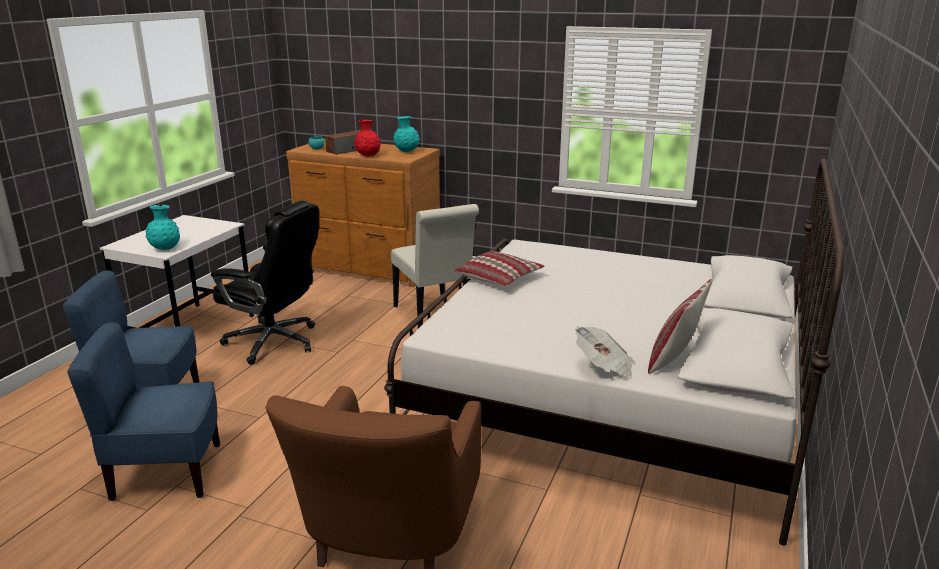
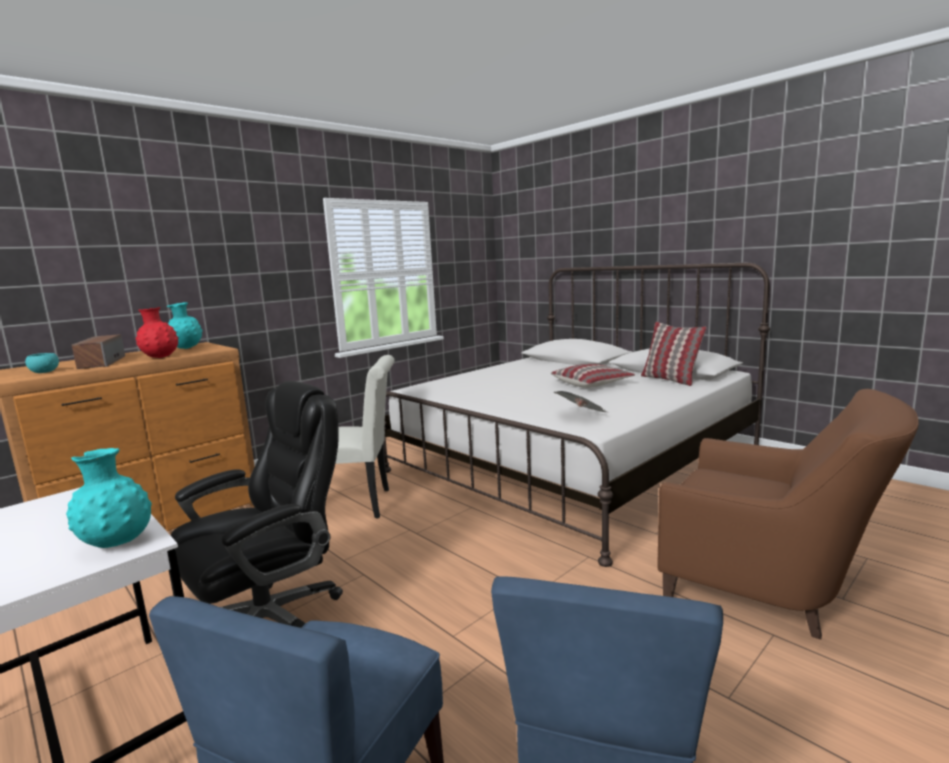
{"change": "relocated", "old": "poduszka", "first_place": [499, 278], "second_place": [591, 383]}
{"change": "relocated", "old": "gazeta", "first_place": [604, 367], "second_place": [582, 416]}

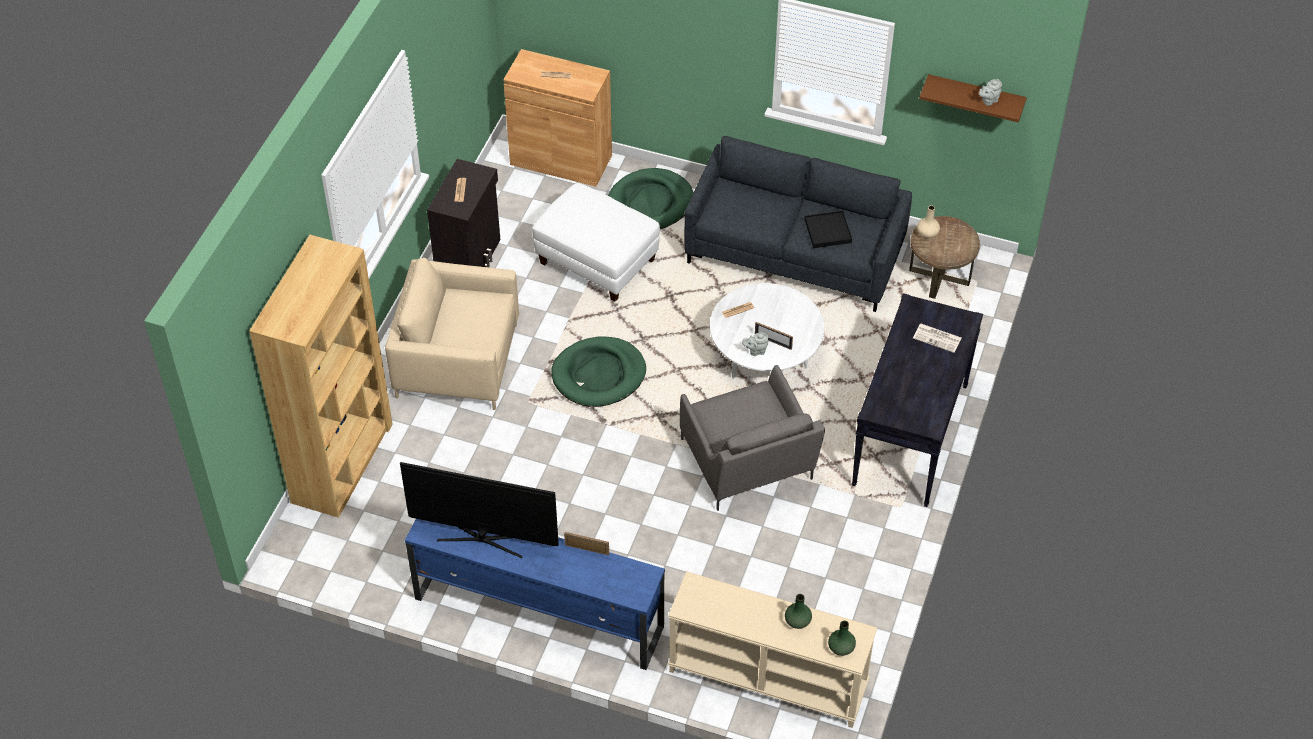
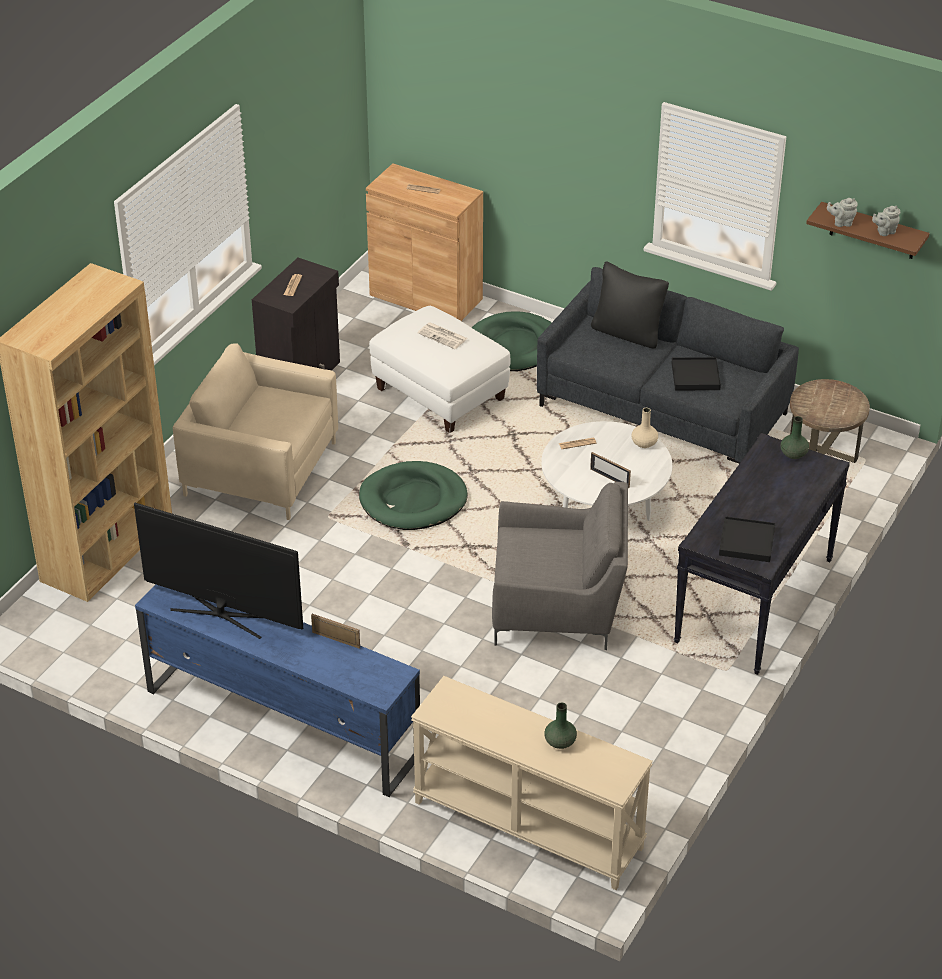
{"change": "relocated", "old": "gazeta", "first_place": [938, 338], "second_place": [443, 336]}
{"change": "spun", "old": "fotel (szary)", "first_place": [748, 464], "second_place": [559, 606], "degrees": -75}
{"change": "appeared", "new": "poduszka (czarny)", "second_place": [628, 333]}
{"change": "relocated", "old": "wazon (beżowy)", "first_place": [927, 233], "second_place": [644, 443]}
{"change": "appeared", "new": "taca (czarny)", "second_place": [746, 542]}
{"change": "relocated", "old": "wazon (zielony)", "first_place": [841, 648], "second_place": [794, 454]}
{"change": "relocated", "old": "imbryk (szary)", "first_place": [756, 351], "second_place": [841, 223]}

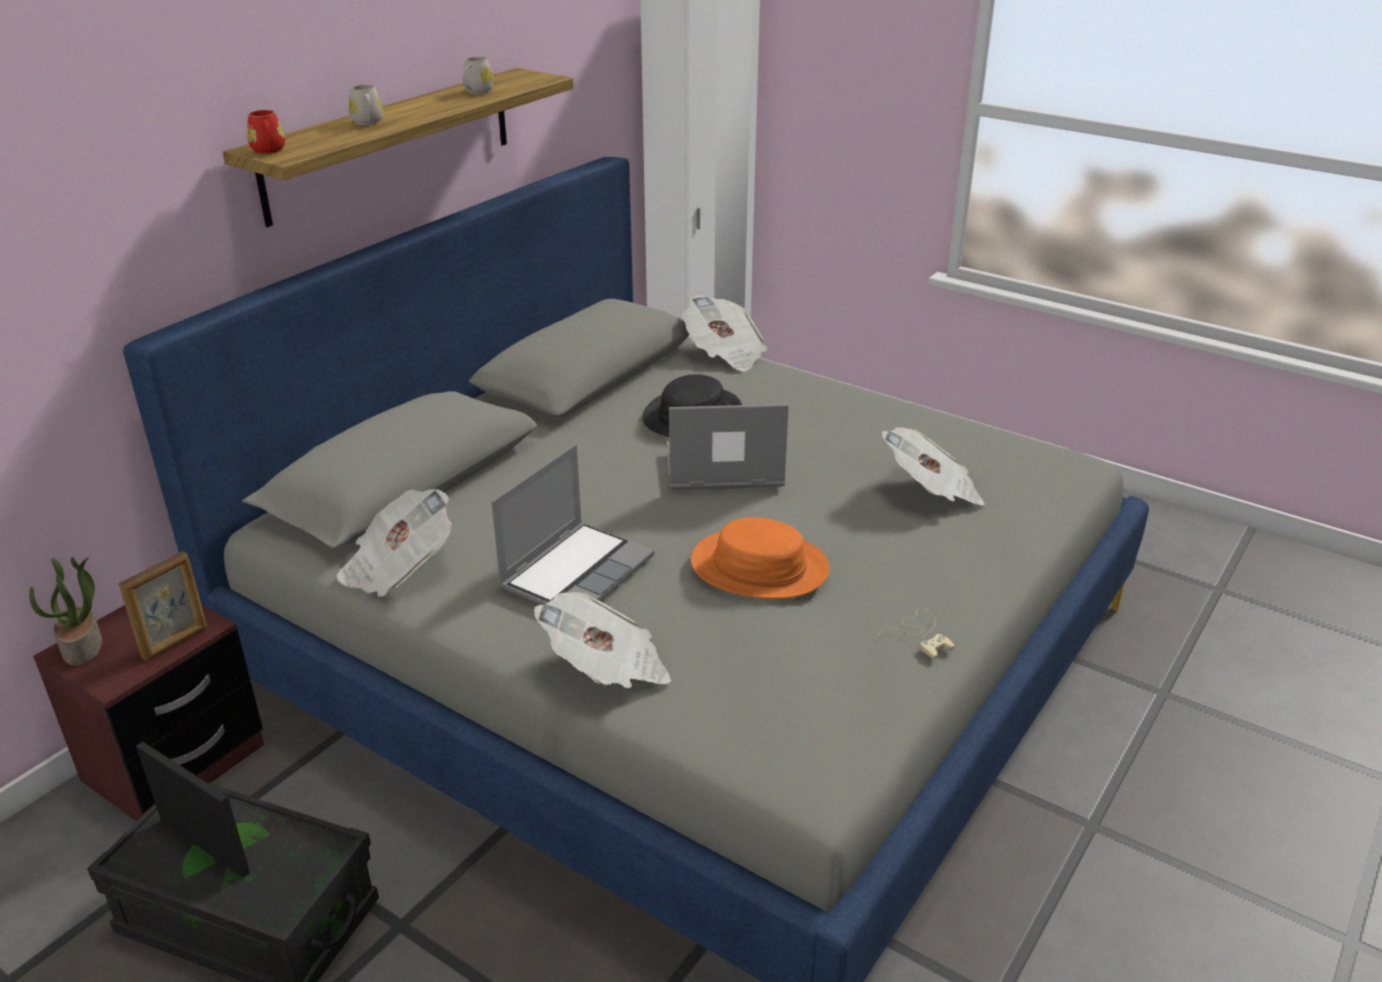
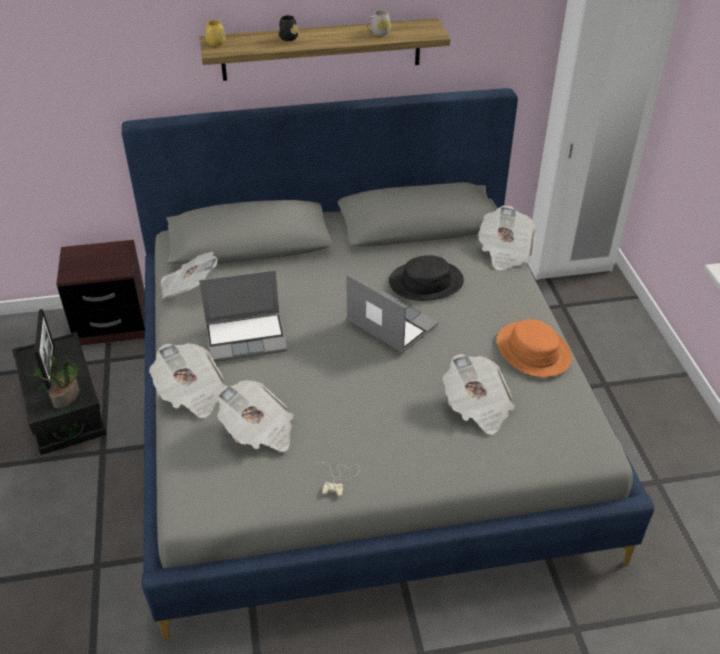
{"change": "relocated", "old": "roślina doniczkowa", "first_place": [83, 647], "second_place": [66, 397]}
{"change": "colour", "old": "kubek (czerwony)", "new": "kubek (żółty)", "first_place": [269, 151], "second_place": [214, 44]}
{"change": "appeared", "new": "gazeta", "second_place": [258, 431]}
{"change": "colour", "old": "kubek (biały)", "new": "kubek (czarny)", "first_place": [368, 123], "second_place": [287, 39]}
{"change": "relocated", "old": "kapelusz (pomarańczowy)", "first_place": [759, 567], "second_place": [533, 350]}
{"change": "missing", "old": "ramka na zdjęcie", "first_place": [175, 642]}

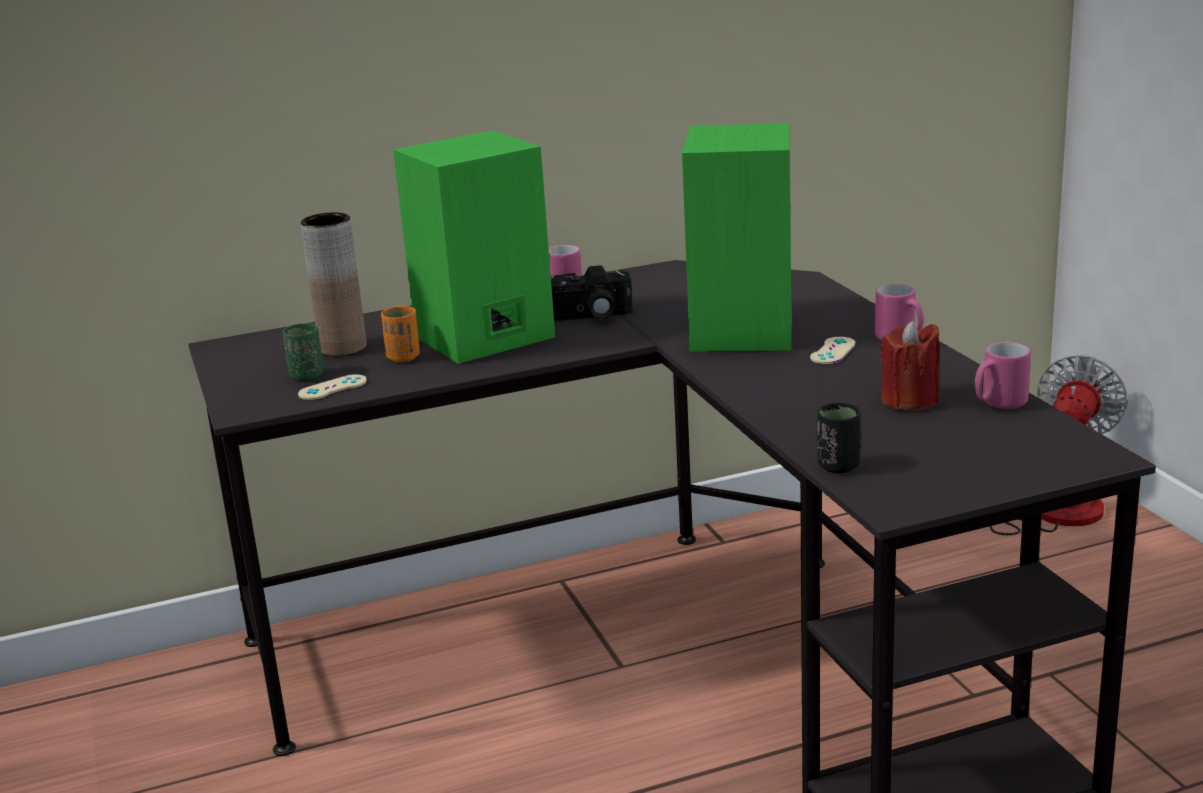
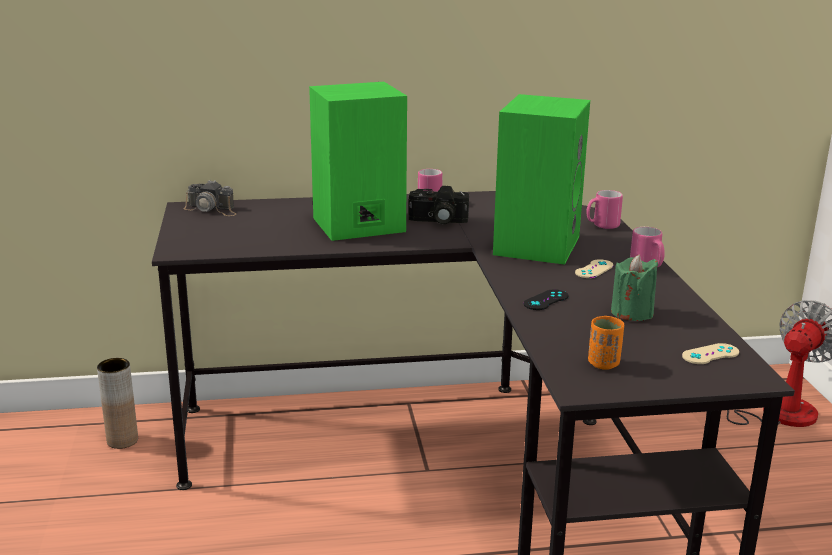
{"change": "relocated", "old": "wazon (brązowy)", "first_place": [343, 348], "second_place": [122, 440]}
{"change": "appeared", "new": "aparat fotograficzny", "second_place": [212, 209]}
{"change": "appeared", "new": "pad do gier (czarny)", "second_place": [546, 300]}
{"change": "relocated", "old": "kubek (różowy)", "first_place": [998, 404], "second_place": [602, 226]}
{"change": "relocated", "old": "filiżanka (pomarańczowy)", "first_place": [403, 357], "second_place": [603, 364]}
{"change": "colour", "old": "świeca (czerwony)", "new": "świeca (zielony)", "first_place": [909, 400], "second_place": [632, 313]}
{"change": "relocated", "old": "pad do gier (beżowy)", "first_place": [332, 388], "second_place": [710, 354]}
{"change": "missing", "old": "filiżanka (zielony)", "first_place": [307, 376]}
{"change": "missing", "old": "filiżanka (czarny)", "first_place": [838, 466]}

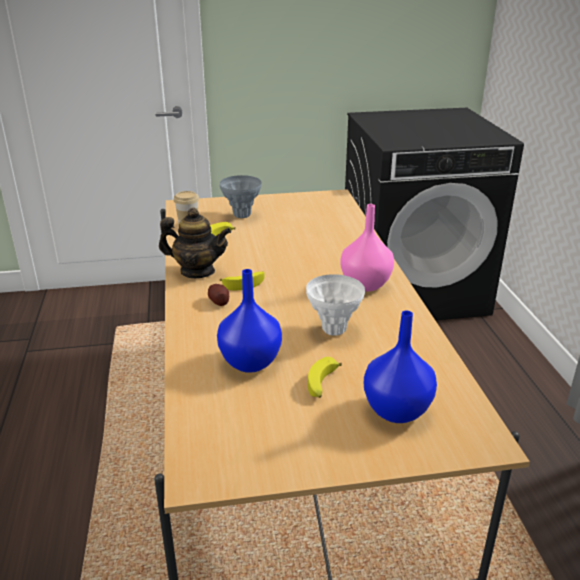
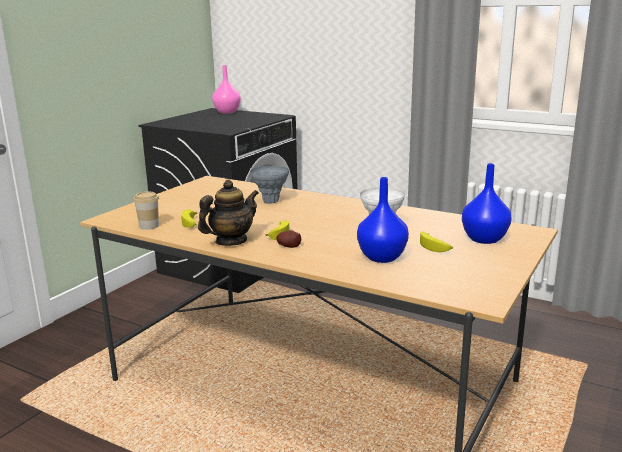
{"change": "relocated", "old": "wazon (różowy)", "first_place": [364, 284], "second_place": [226, 112]}
{"change": "relocated", "old": "wazon (szary)", "first_place": [241, 215], "second_place": [270, 201]}

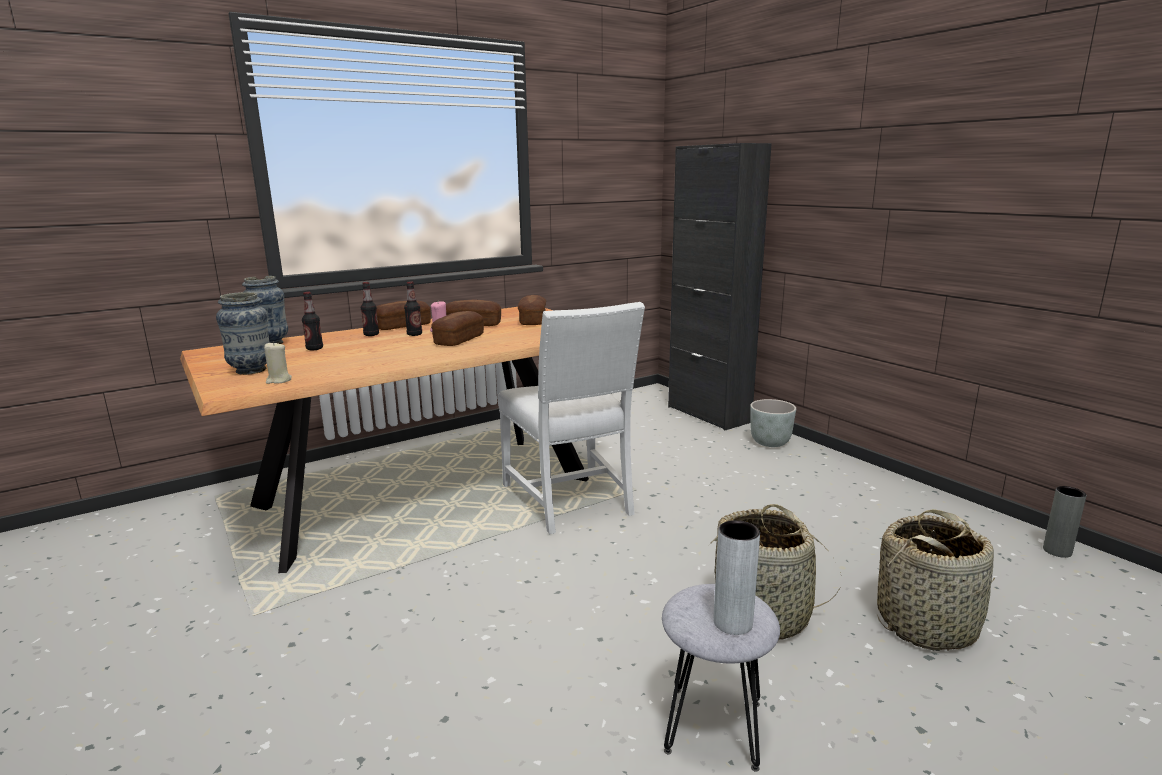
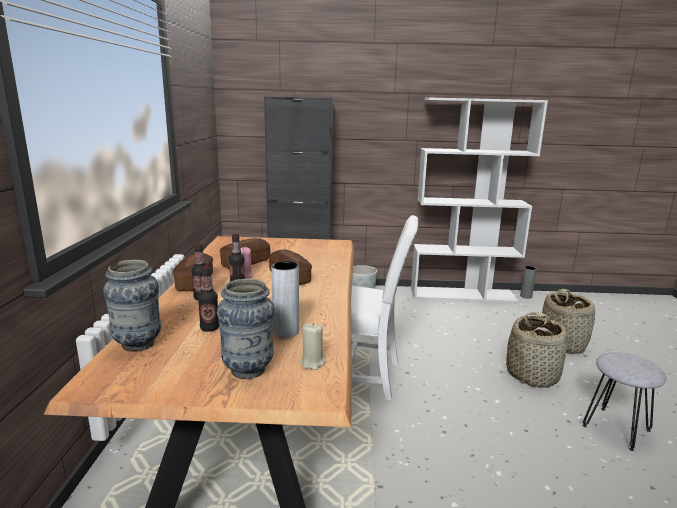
{"change": "relocated", "old": "wazon (szary)", "first_place": [732, 623], "second_place": [285, 332]}
{"change": "appeared", "new": "regał (biały)", "second_place": [463, 294]}
{"change": "missing", "old": "chleb", "first_place": [532, 320]}

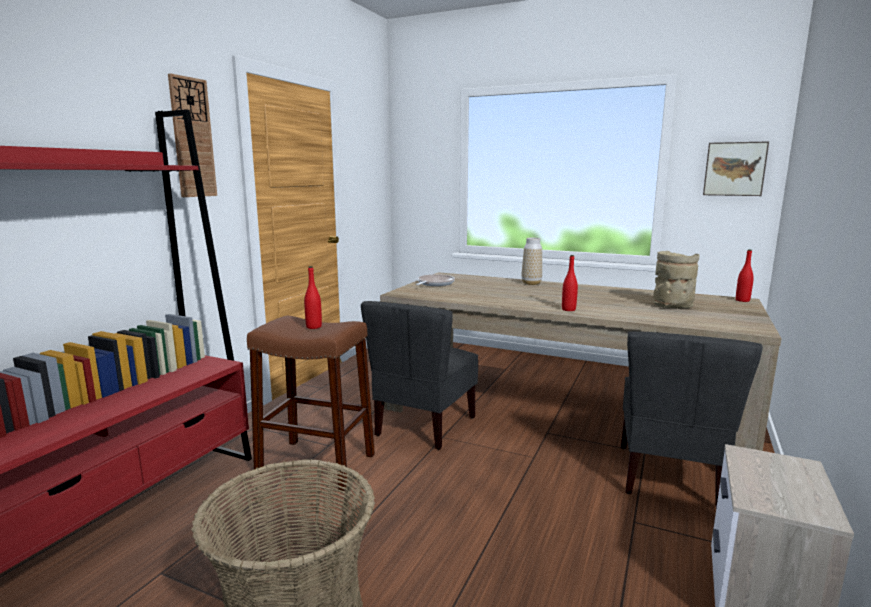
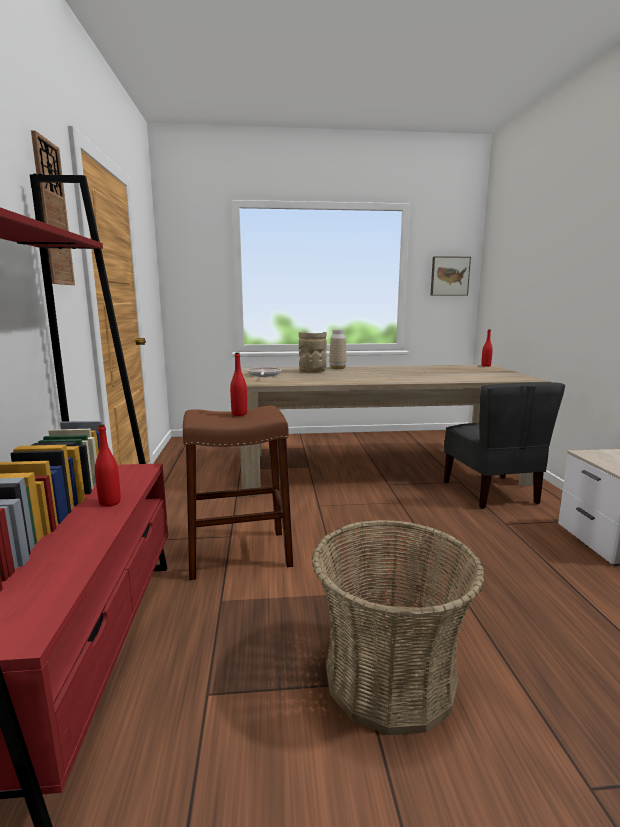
{"change": "relocated", "old": "butelka (czerwony)", "first_place": [568, 309], "second_place": [110, 502]}
{"change": "relocated", "old": "wazon (beżowy)", "first_place": [671, 306], "second_place": [312, 372]}
{"change": "missing", "old": "krzesło (szary)", "first_place": [424, 426]}

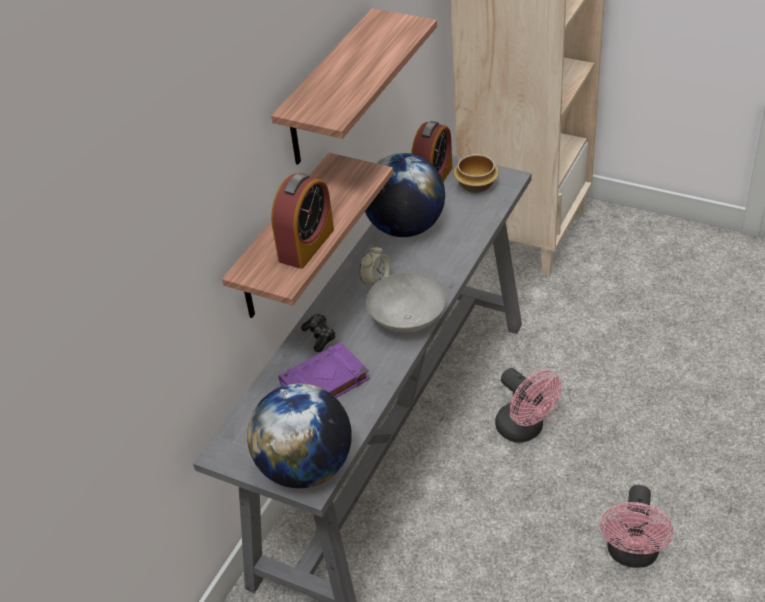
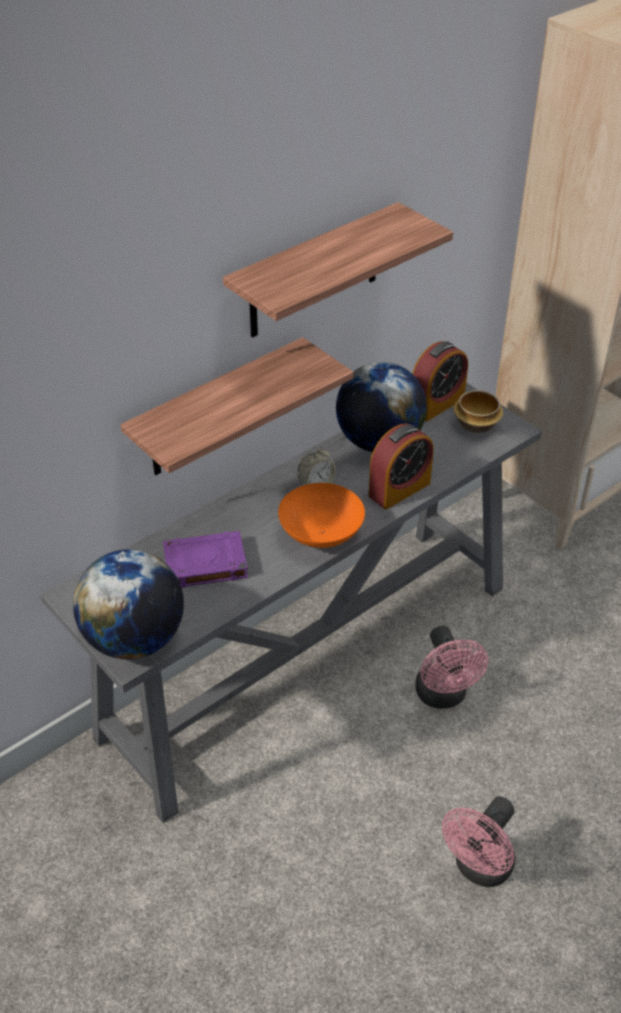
{"change": "colour", "old": "miska (szary)", "new": "miska (pomarańczowy)", "first_place": [407, 320], "second_place": [321, 534]}
{"change": "relocated", "old": "budzik", "first_place": [306, 245], "second_place": [399, 489]}
{"change": "missing", "old": "pad do gier", "first_place": [319, 336]}

